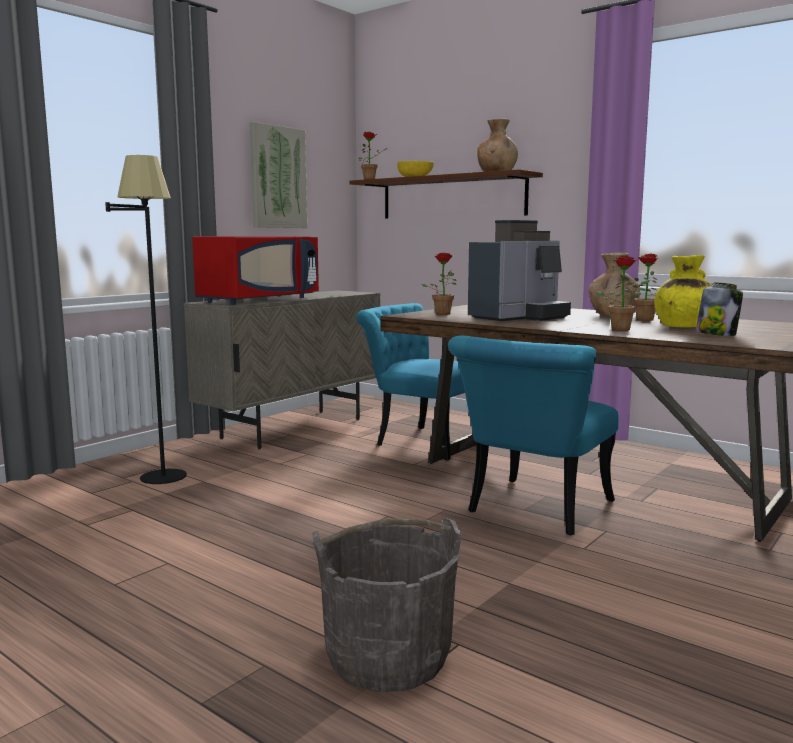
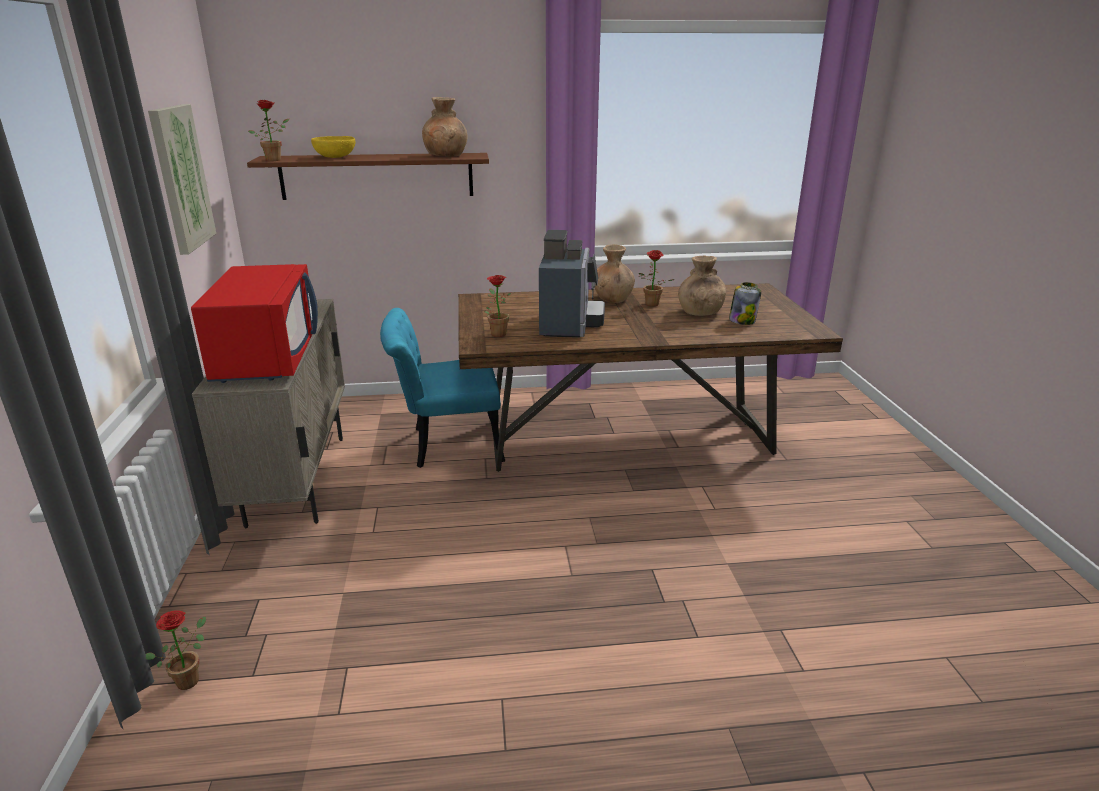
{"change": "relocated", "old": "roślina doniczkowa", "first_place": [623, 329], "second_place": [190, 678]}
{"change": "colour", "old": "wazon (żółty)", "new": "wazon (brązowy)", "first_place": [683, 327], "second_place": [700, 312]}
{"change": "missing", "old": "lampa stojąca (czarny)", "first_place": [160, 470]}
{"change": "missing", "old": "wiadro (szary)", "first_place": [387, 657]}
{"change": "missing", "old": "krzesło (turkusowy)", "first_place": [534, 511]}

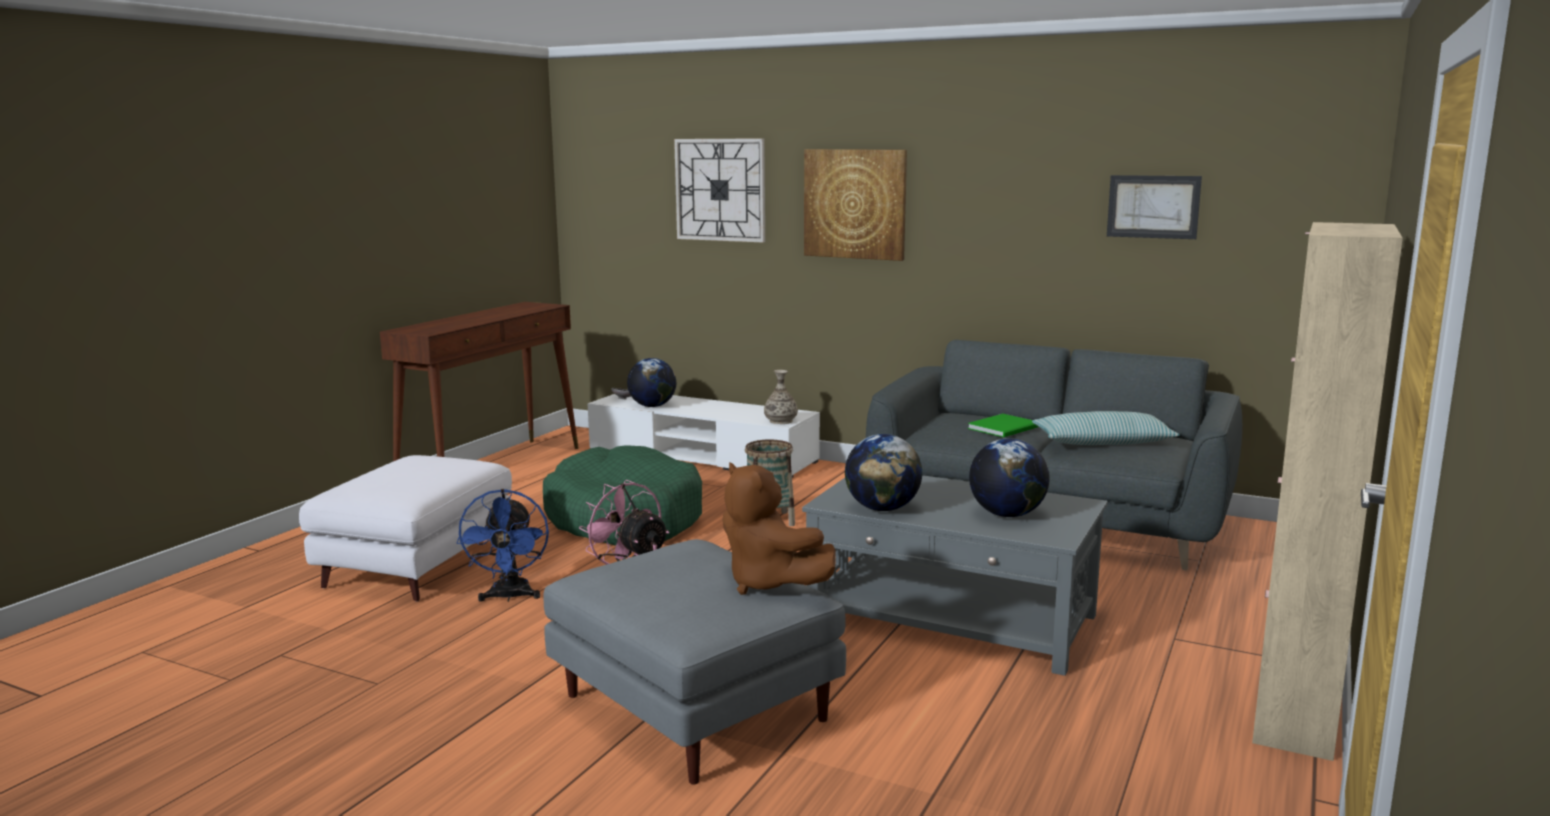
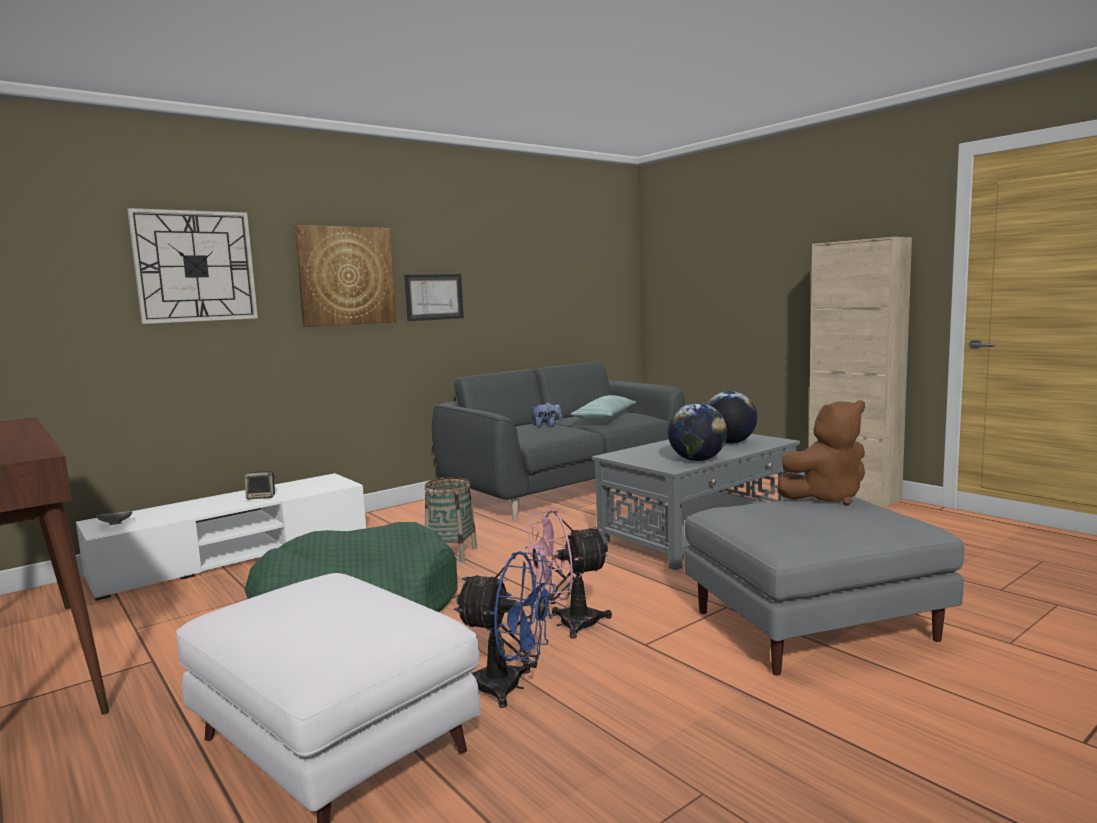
{"change": "appeared", "new": "głośnik", "second_place": [262, 497]}
{"change": "relocated", "old": "obraz", "first_place": [1153, 206], "second_place": [434, 297]}
{"change": "exchanged", "old": "książka (zielony)", "new": "pluszak", "first_place": [1005, 428], "second_place": [546, 426]}
{"change": "missing", "old": "globus", "first_place": [652, 406]}
{"change": "missing", "old": "wazon", "first_place": [781, 421]}

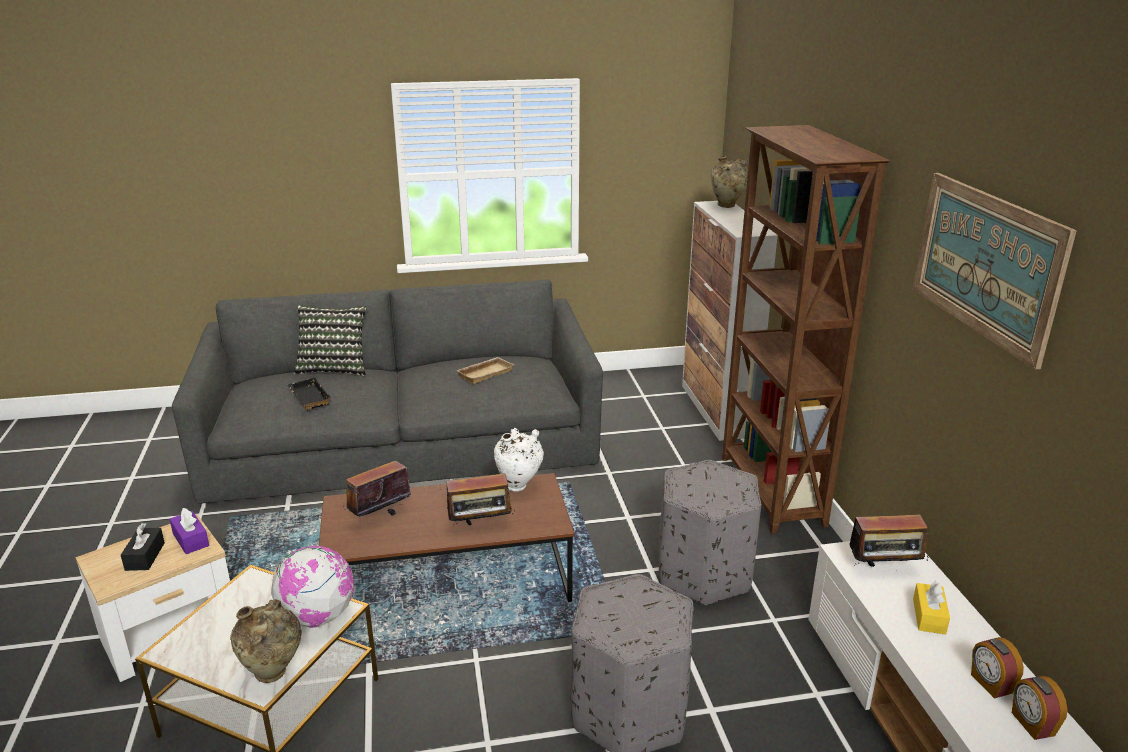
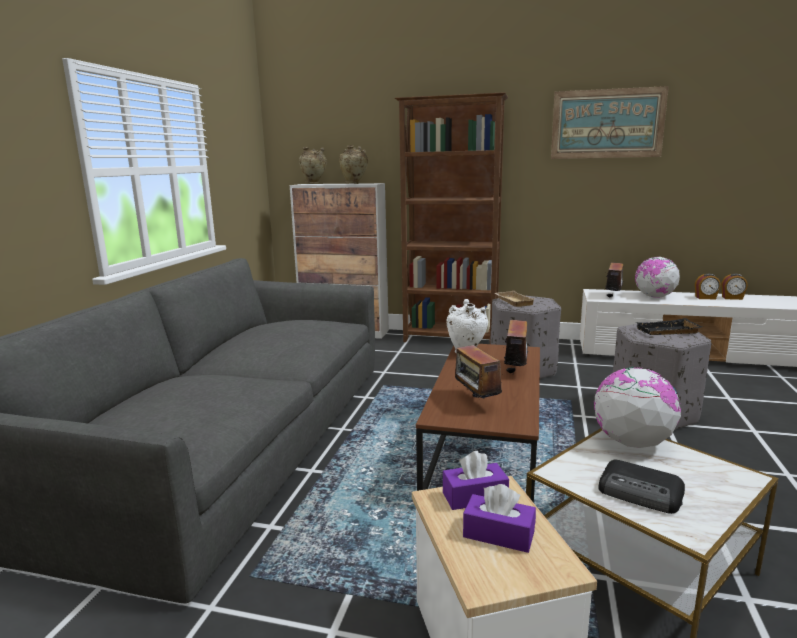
{"change": "relocated", "old": "wazon (beżowy)", "first_place": [273, 675], "second_place": [354, 184]}
{"change": "colour", "old": "pudełko chusteczek (czarny)", "new": "pudełko chusteczek (fioletowy)", "first_place": [145, 556], "second_place": [498, 534]}
{"change": "relocated", "old": "taca (beżowy)", "first_place": [485, 373], "second_place": [512, 301]}
{"change": "appeared", "new": "radio", "second_place": [641, 493]}
{"change": "exchanged", "old": "pudełko chusteczek (żółty)", "new": "globus", "first_place": [929, 616], "second_place": [654, 297]}
{"change": "relocated", "old": "taca (czarny)", "first_place": [307, 397], "second_place": [667, 332]}
{"change": "missing", "old": "poduszka", "first_place": [334, 367]}

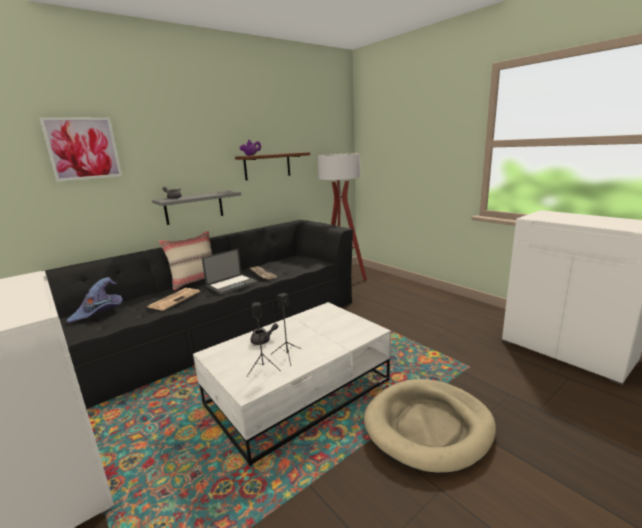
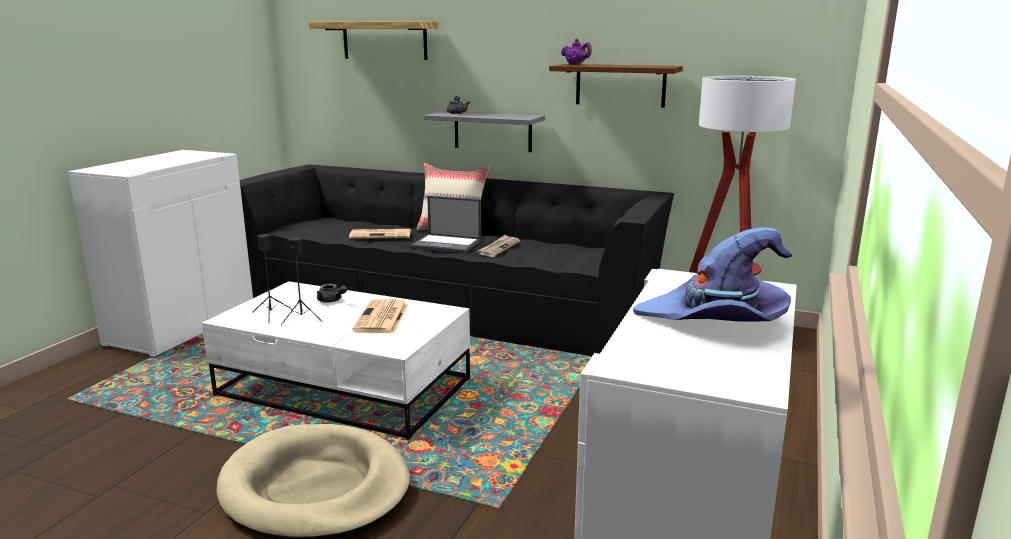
{"change": "exchanged", "old": "obraz", "new": "półka", "first_place": [83, 148], "second_place": [384, 40]}
{"change": "appeared", "new": "gazeta", "second_place": [382, 318]}
{"change": "relocated", "old": "kapelusz (fioletowy)", "first_place": [99, 312], "second_place": [716, 320]}

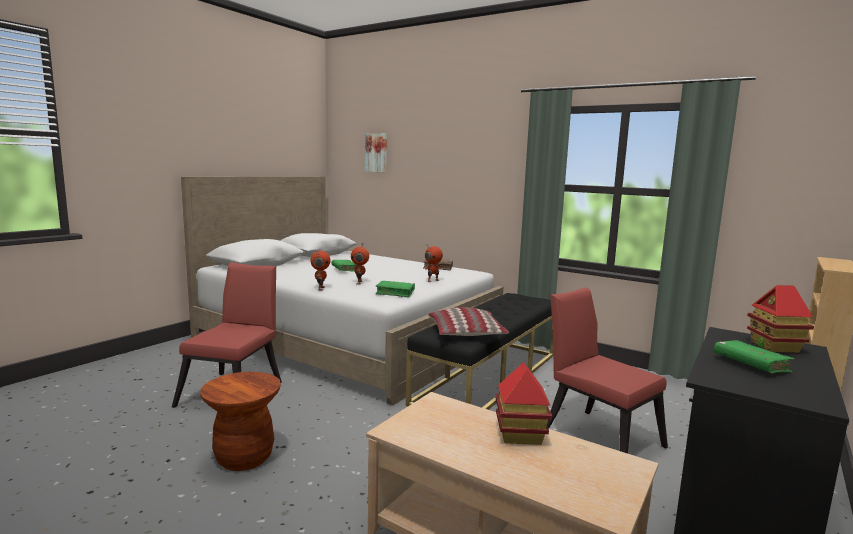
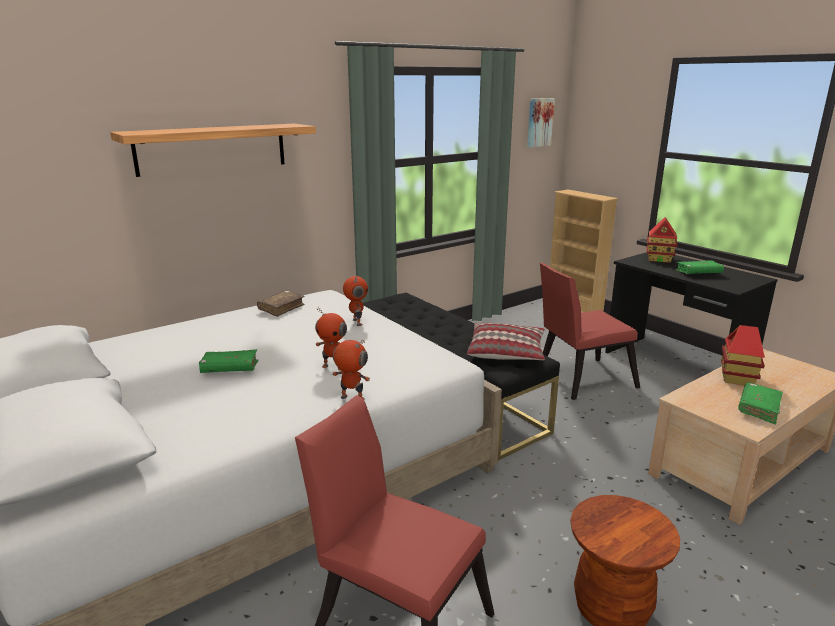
{"change": "appeared", "new": "półka", "second_place": [212, 148]}
{"change": "relocated", "old": "obraz", "first_place": [377, 153], "second_place": [539, 122]}
{"change": "relocated", "old": "książka (zielony)", "first_place": [395, 293], "second_place": [758, 408]}

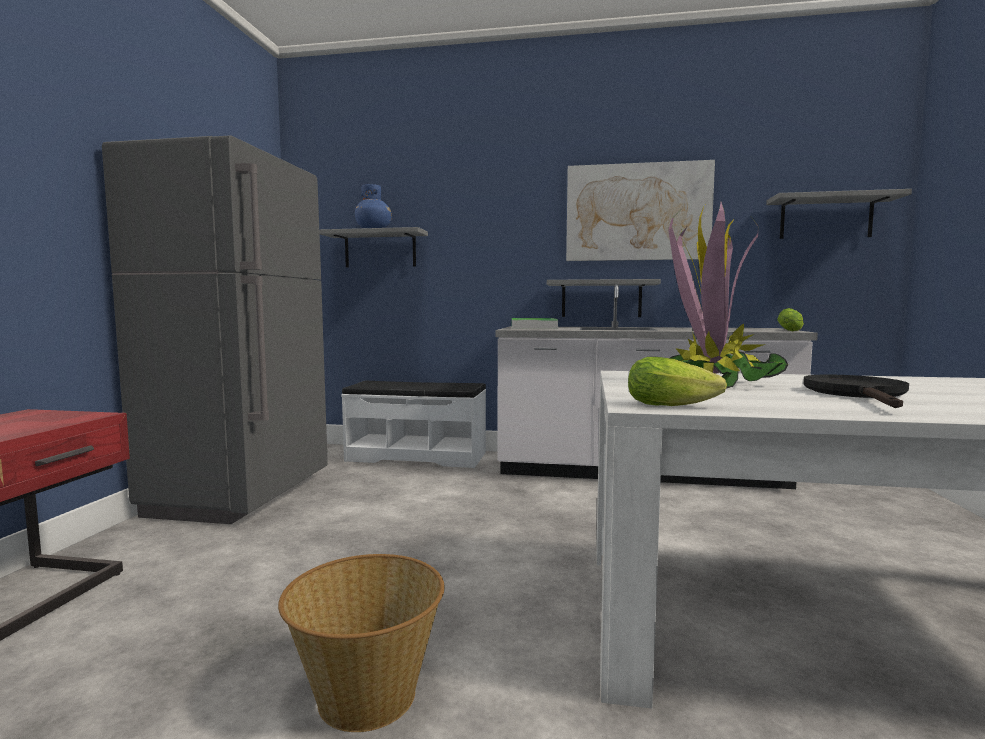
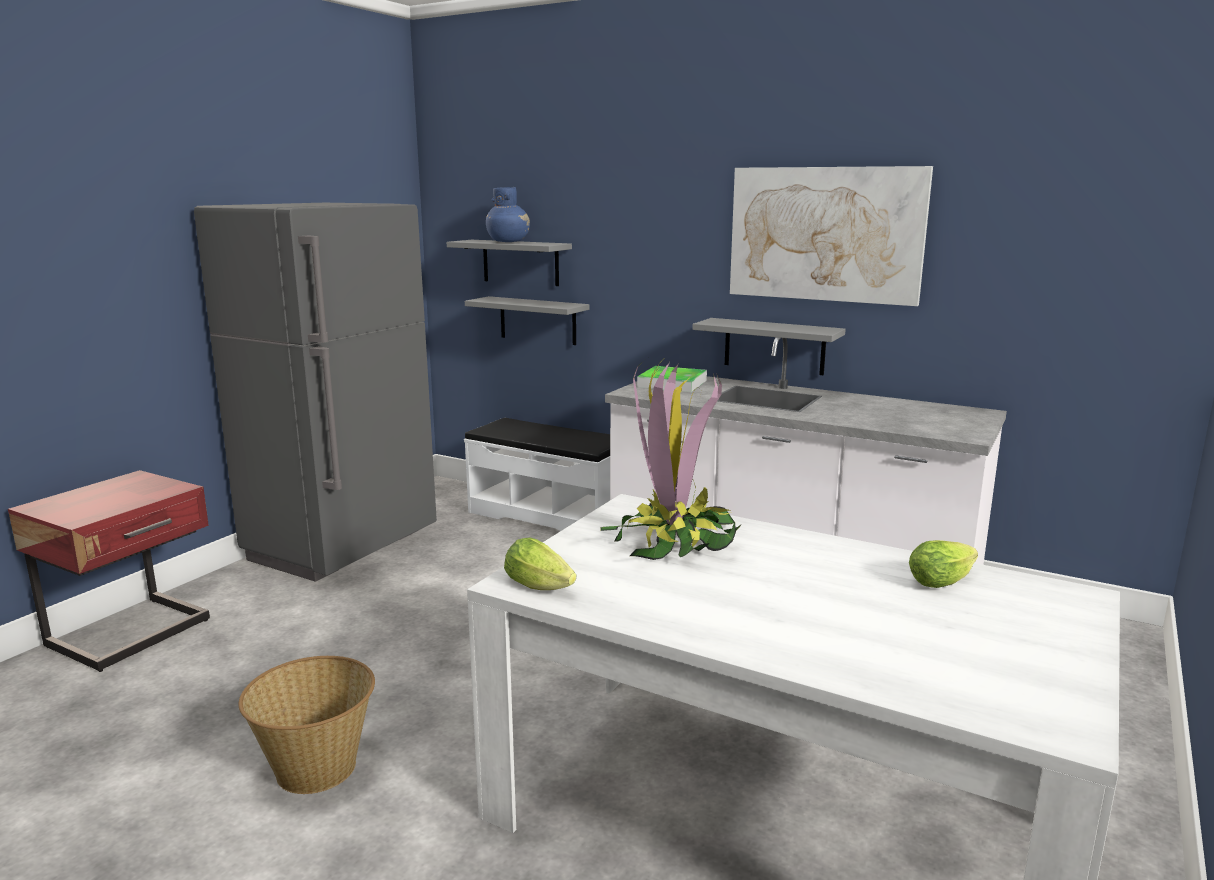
{"change": "relocated", "old": "półka (szary)", "first_place": [826, 218], "second_place": [537, 320]}
{"change": "relocated", "old": "sałata", "first_place": [792, 331], "second_place": [944, 580]}
{"change": "missing", "old": "patelnia (czarny)", "first_place": [858, 394]}

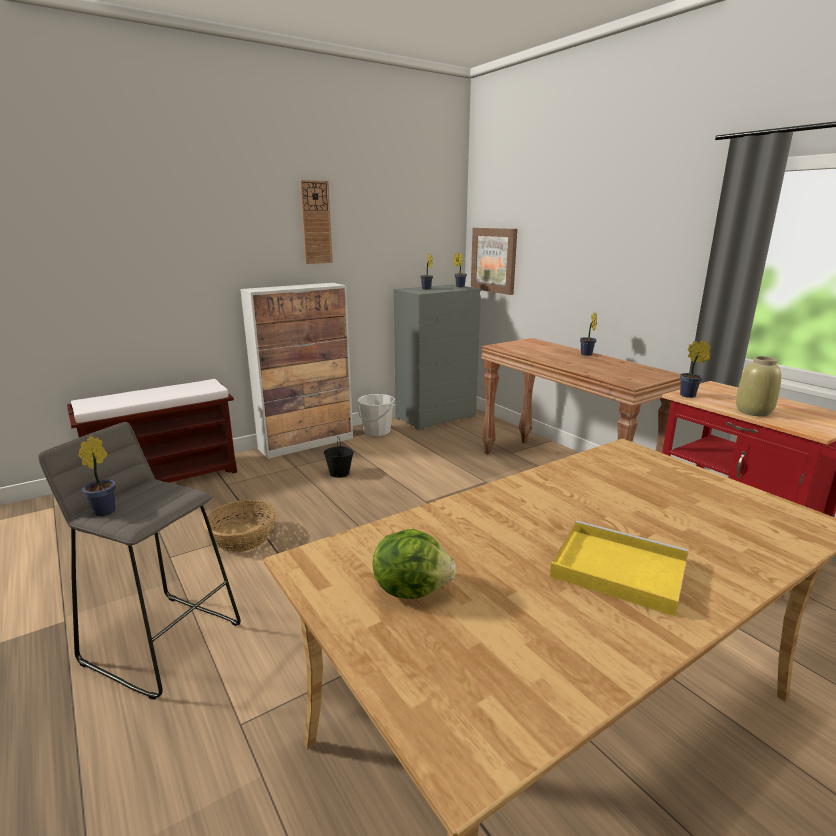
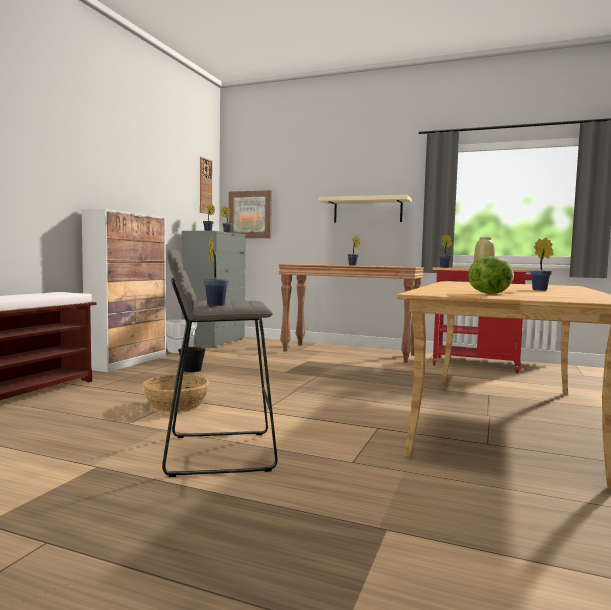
{"change": "relocated", "old": "zegar ścienny", "first_place": [316, 222], "second_place": [205, 186]}
{"change": "appeared", "new": "półka (beżowy)", "second_place": [367, 210]}
{"change": "exchanged", "old": "taca (żółty)", "new": "roślina doniczkowa", "first_place": [616, 569], "second_place": [541, 290]}

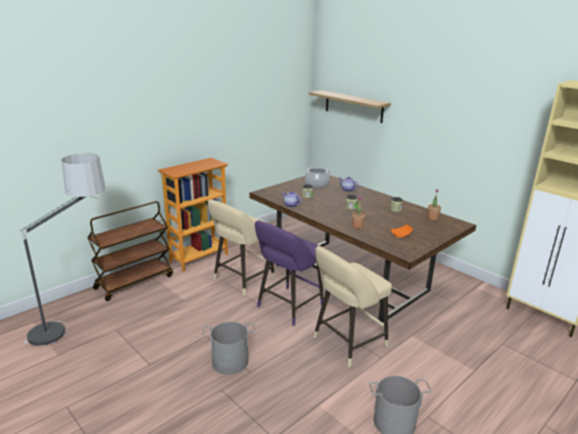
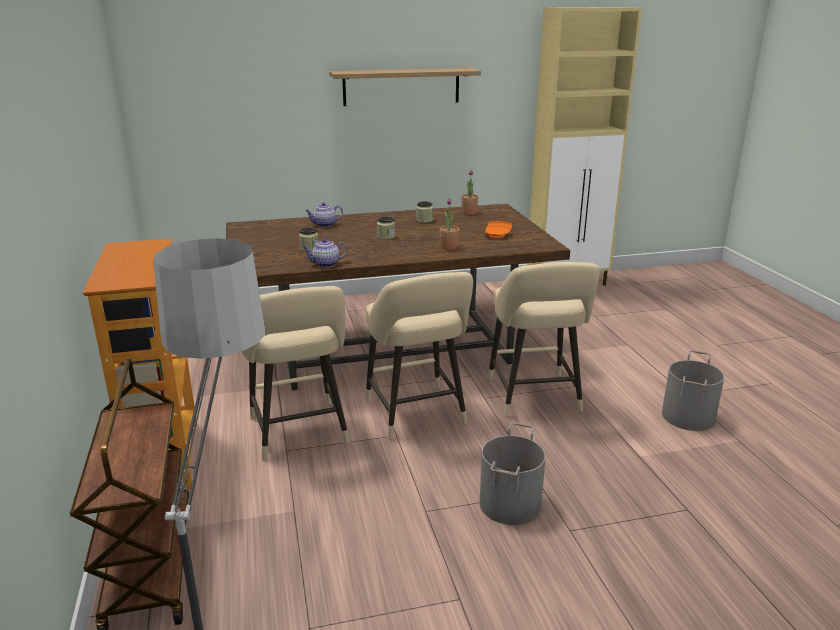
{"change": "relocated", "old": "półka", "first_place": [353, 106], "second_place": [401, 86]}
{"change": "colour", "old": "stołek (fioletowy)", "new": "stołek (beżowy)", "first_place": [287, 307], "second_place": [417, 415]}
{"change": "missing", "old": "garnek", "first_place": [316, 184]}

